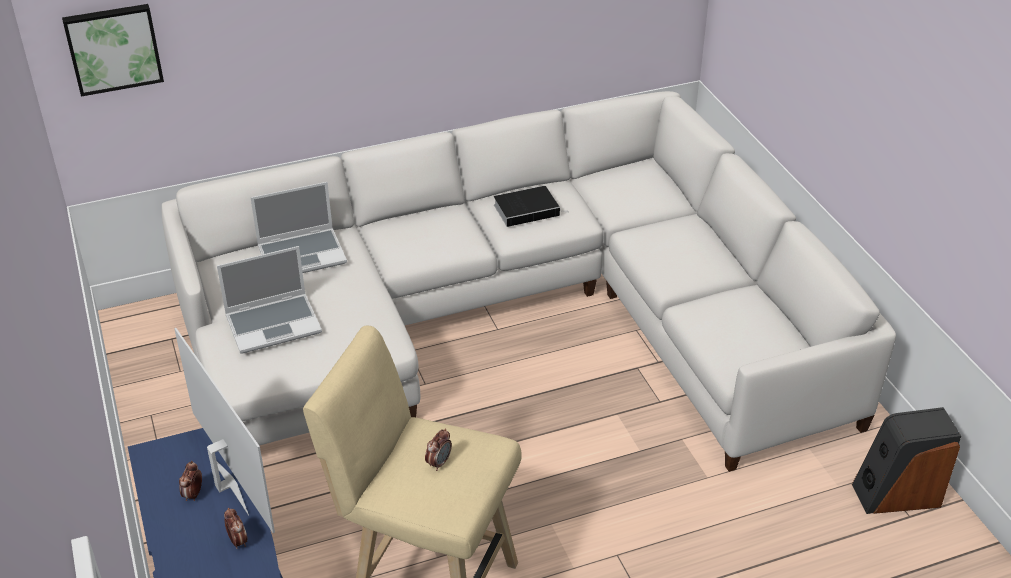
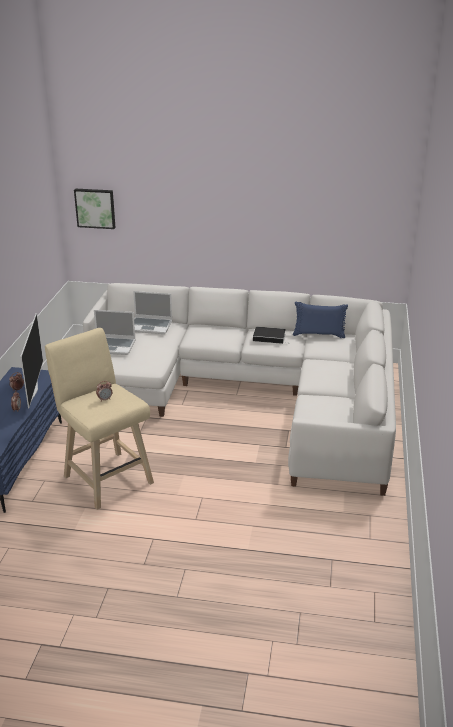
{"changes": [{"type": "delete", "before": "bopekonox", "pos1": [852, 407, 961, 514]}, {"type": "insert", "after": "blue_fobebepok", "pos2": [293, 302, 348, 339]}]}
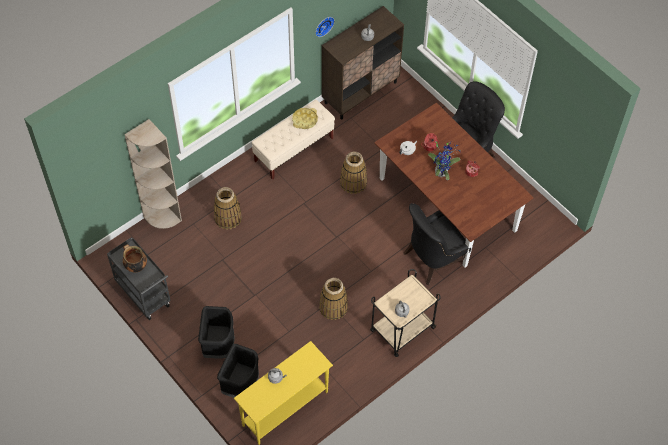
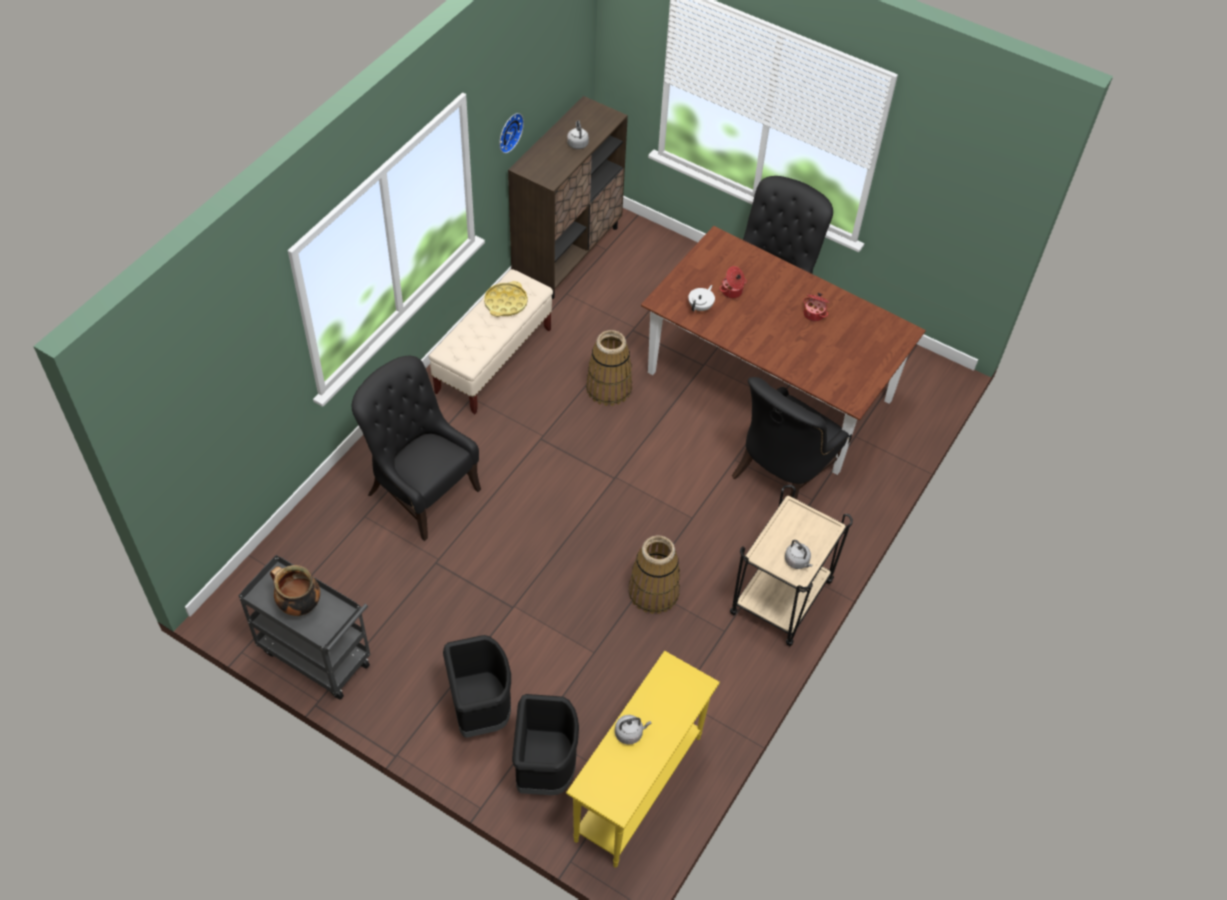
{"changes": [{"type": "delete", "before": "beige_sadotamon", "pos1": [124, 119, 182, 229]}, {"type": "replace", "before": "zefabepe", "after": "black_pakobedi", "pos1": [214, 187, 242, 230], "pos2": [352, 356, 481, 541]}, {"type": "delete", "before": "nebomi", "pos1": [428, 140, 461, 180]}]}
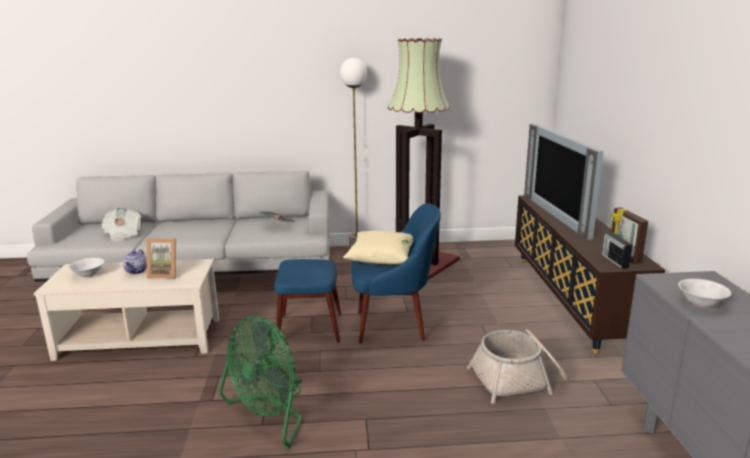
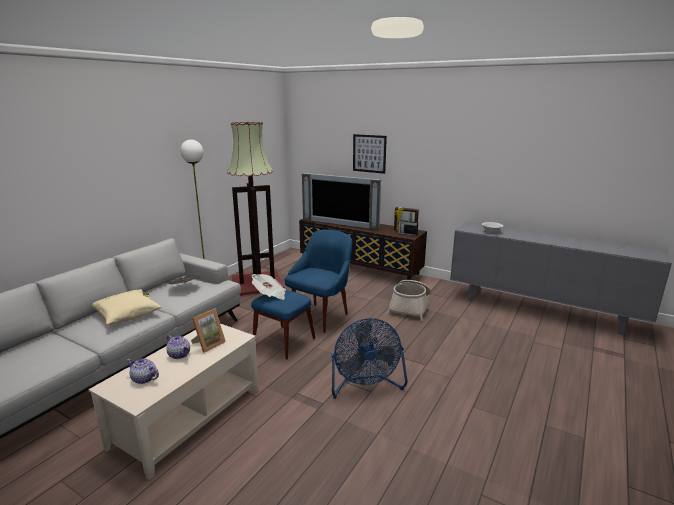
{"changes": [{"type": "replace", "before": "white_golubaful", "after": "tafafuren", "pos1": [68, 258, 104, 278], "pos2": [127, 358, 159, 384]}, {"type": "move", "before": "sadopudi", "pos1": [101, 207, 141, 241], "pos2": [252, 274, 286, 300]}, {"type": "recolor", "before": "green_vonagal", "after": "blue_vonagal", "pos1": [219, 316, 302, 449], "pos2": [331, 318, 408, 399]}, {"type": "move", "before": "beige_fobebepok", "pos1": [343, 231, 413, 265], "pos2": [92, 289, 162, 325]}, {"type": "insert", "after": "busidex", "pos2": [353, 134, 387, 174]}]}
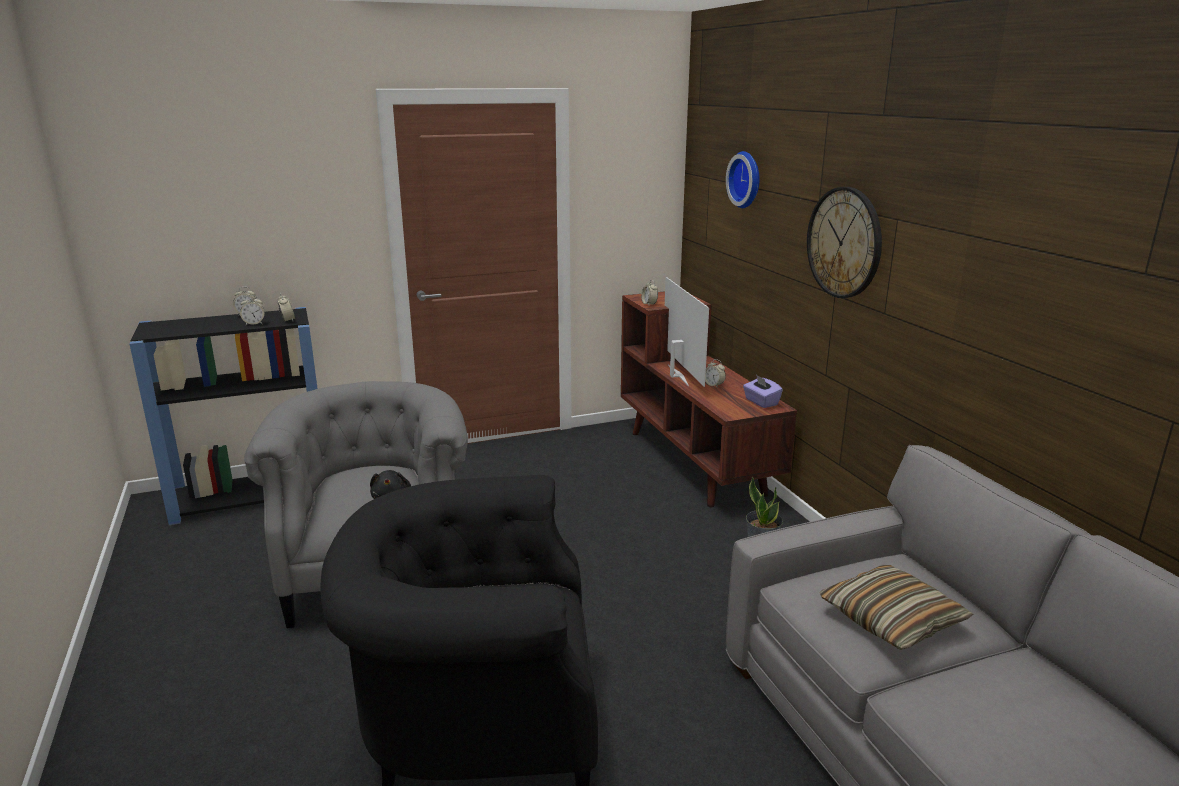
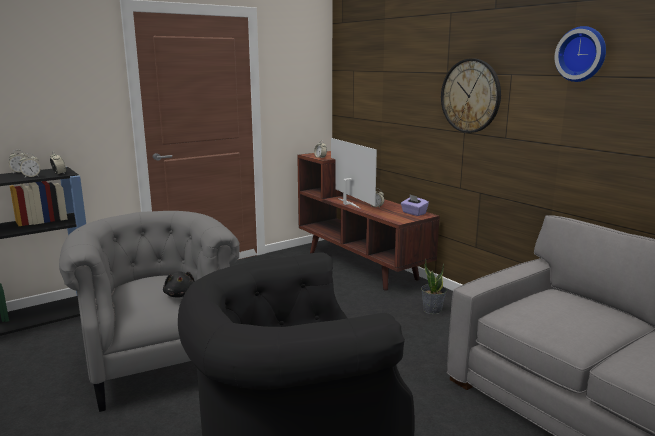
{"changes": [{"type": "move", "before": "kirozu", "pos1": [726, 151, 759, 208], "pos2": [555, 26, 606, 82]}, {"type": "delete", "before": "fobebepok", "pos1": [819, 565, 973, 650]}]}
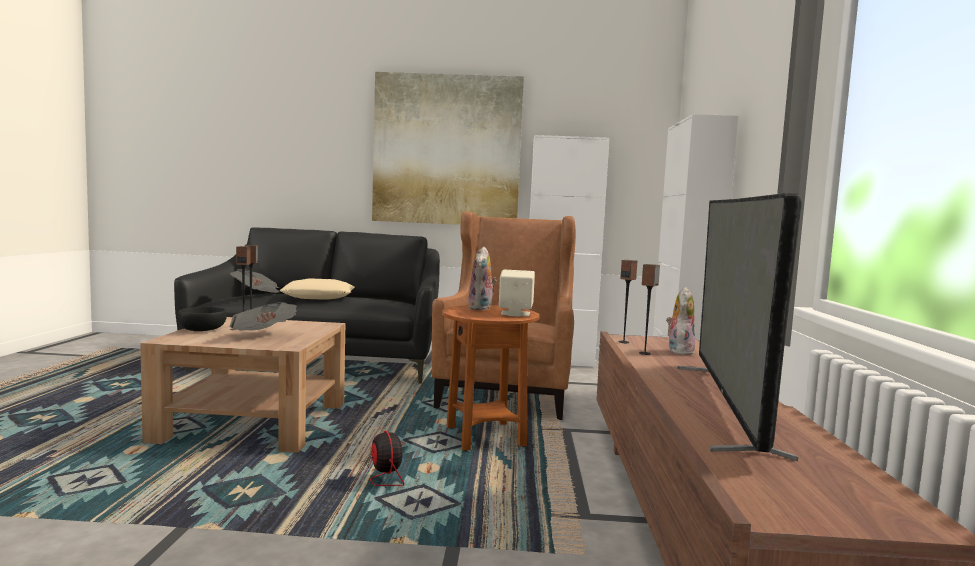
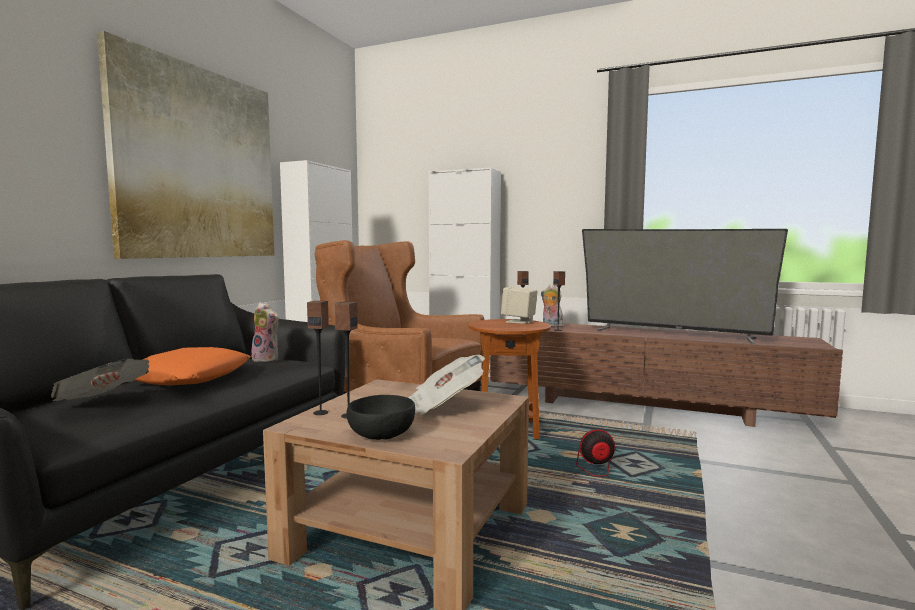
{"changes": [{"type": "recolor", "before": "beige_fobebepok", "after": "orange_fobebepok", "pos1": [280, 278, 355, 300], "pos2": [135, 347, 250, 385]}, {"type": "move", "before": "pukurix", "pos1": [468, 247, 497, 310], "pos2": [250, 302, 280, 362]}]}
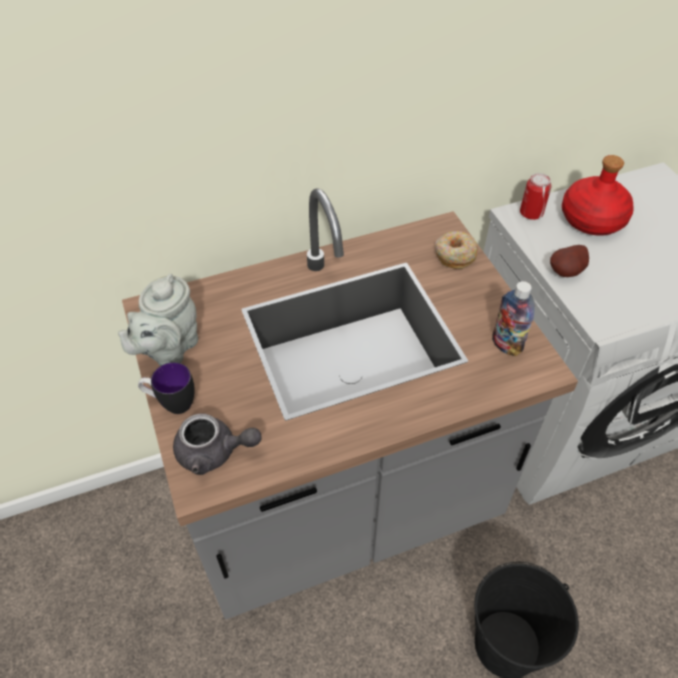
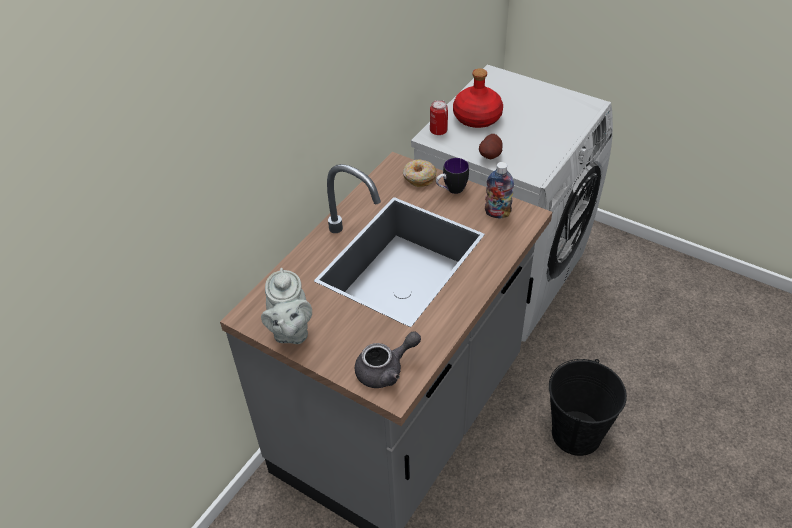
{"changes": [{"type": "move", "before": "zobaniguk", "pos1": [138, 362, 195, 414], "pos2": [436, 158, 469, 194]}]}
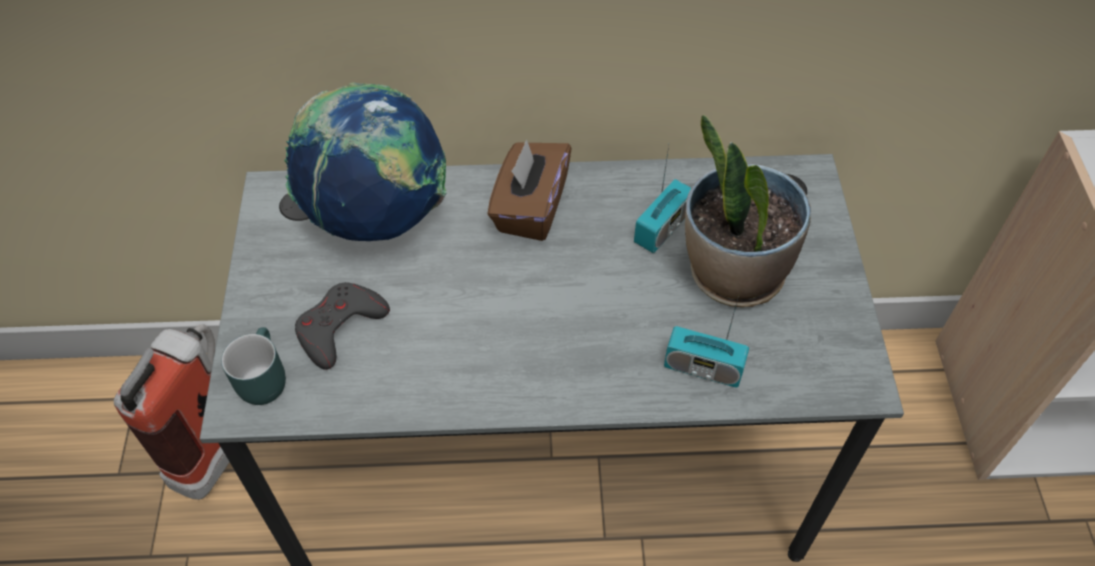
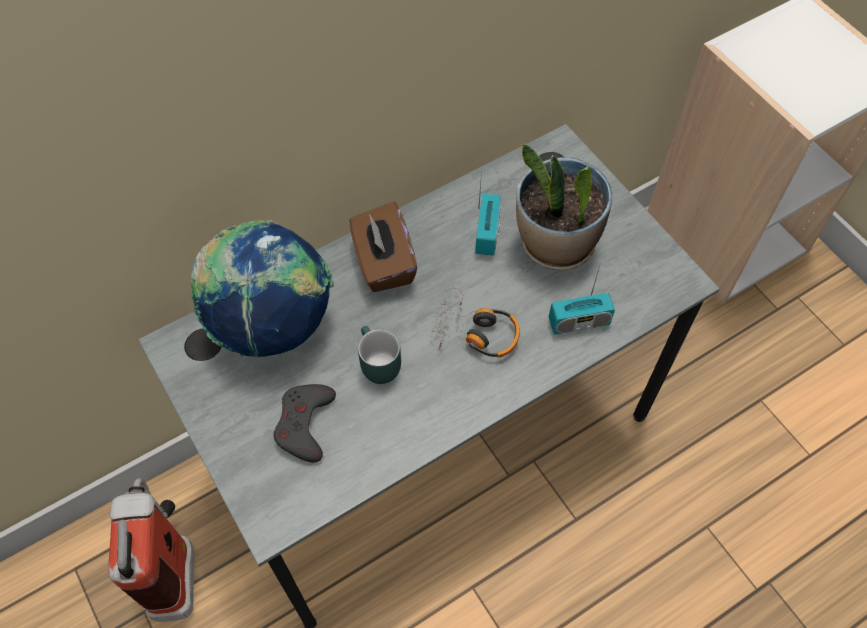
{"changes": [{"type": "move", "before": "turquoise_zobaniguk", "pos1": [221, 327, 286, 405], "pos2": [358, 326, 401, 384]}, {"type": "insert", "after": "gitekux", "pos2": [431, 287, 520, 358]}]}
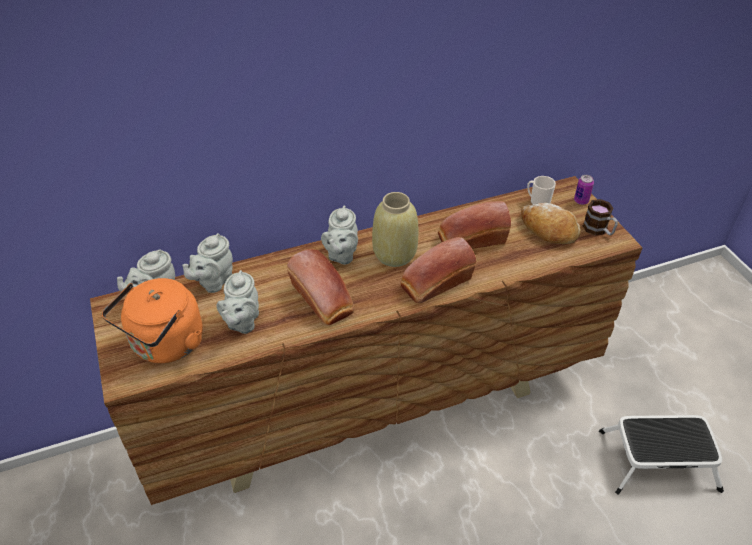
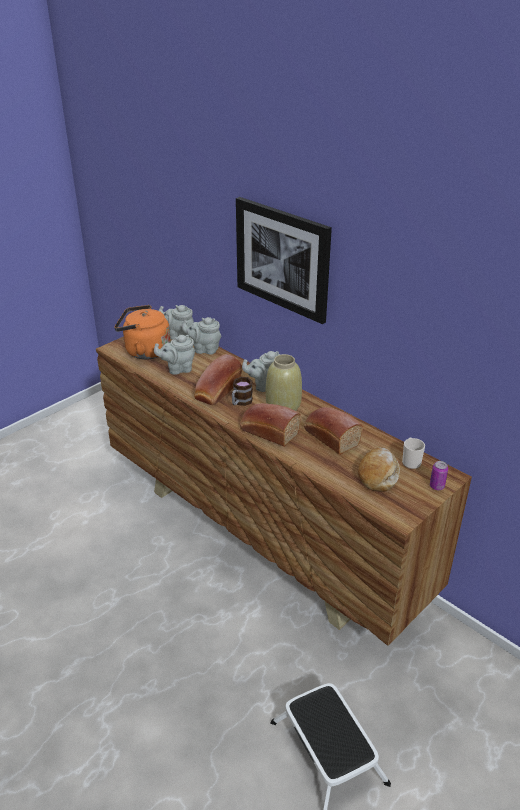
{"changes": [{"type": "move", "before": "zobaniguk", "pos1": [583, 199, 618, 236], "pos2": [232, 377, 253, 406]}, {"type": "insert", "after": "busidex", "pos2": [236, 197, 332, 324]}]}
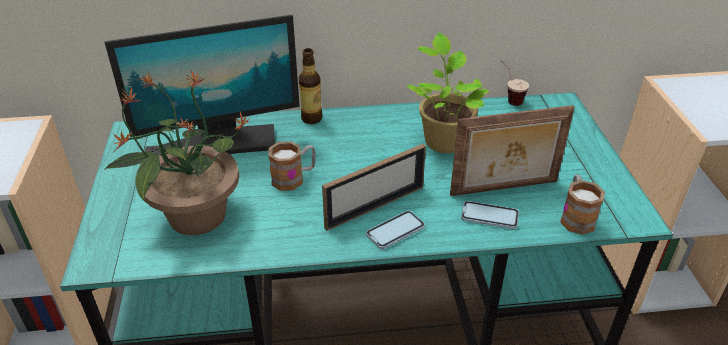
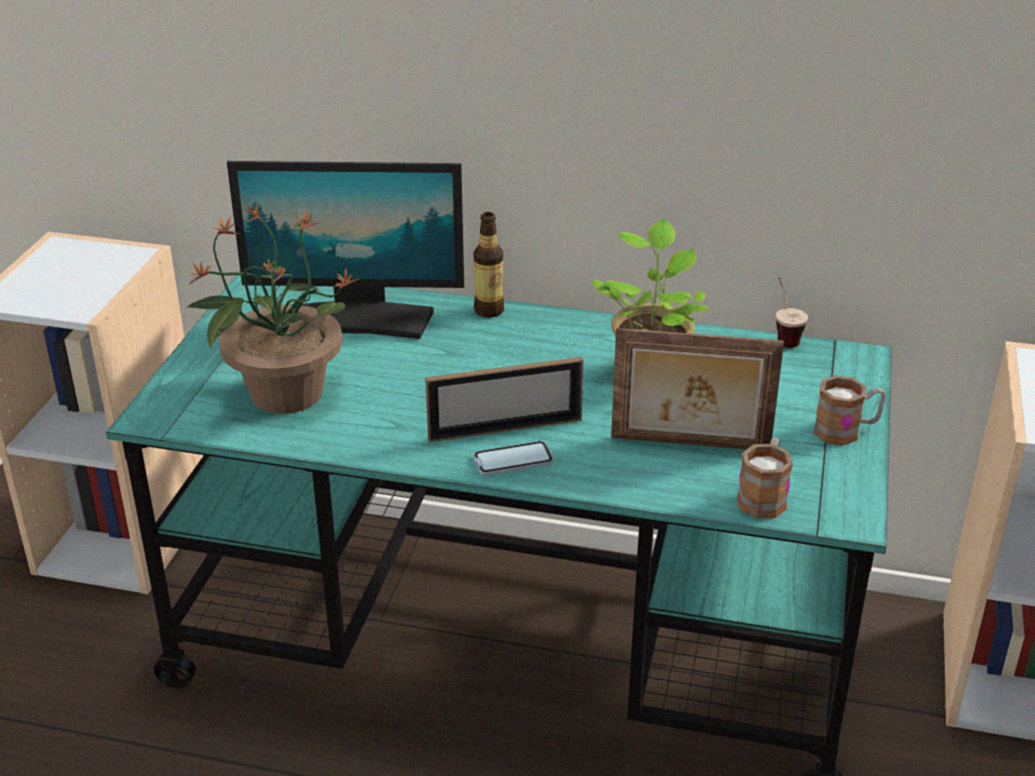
{"changes": [{"type": "move", "before": "zobaniguk", "pos1": [268, 141, 316, 191], "pos2": [813, 375, 886, 446]}, {"type": "delete", "before": "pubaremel", "pos1": [461, 201, 519, 229]}]}
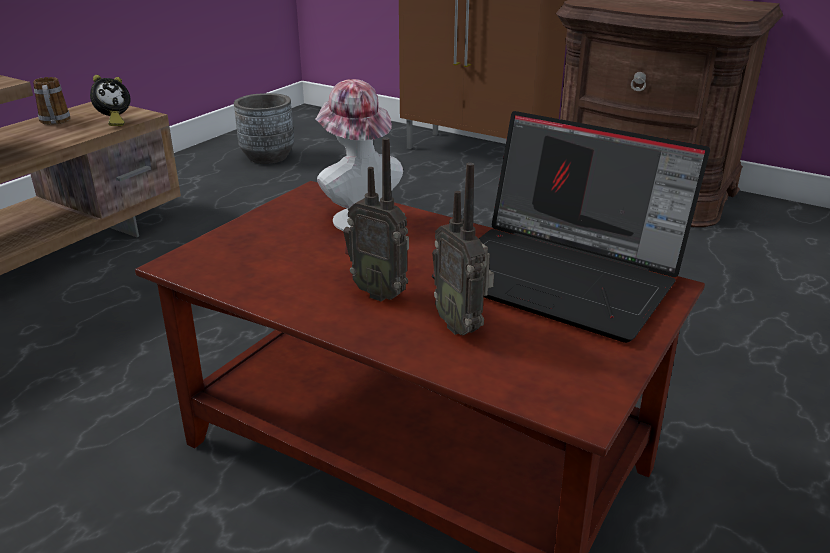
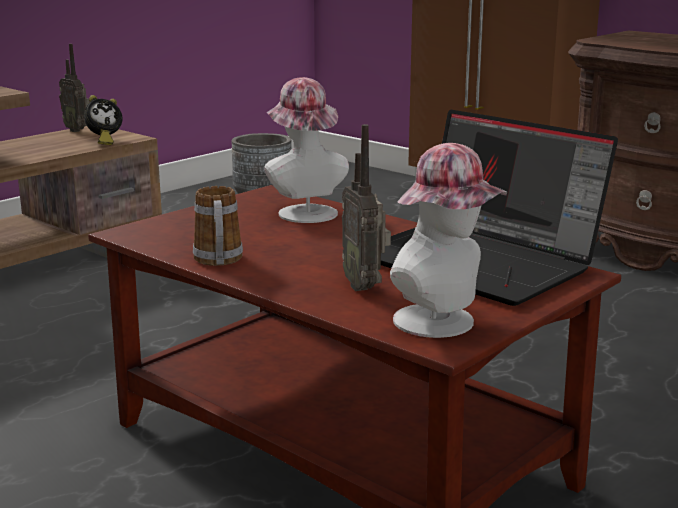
{"changes": [{"type": "move", "before": "zobaniguk", "pos1": [33, 77, 70, 125], "pos2": [193, 186, 243, 266]}, {"type": "move", "before": "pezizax", "pos1": [343, 137, 409, 302], "pos2": [59, 44, 90, 132]}, {"type": "insert", "after": "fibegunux", "pos2": [390, 143, 507, 338]}]}
